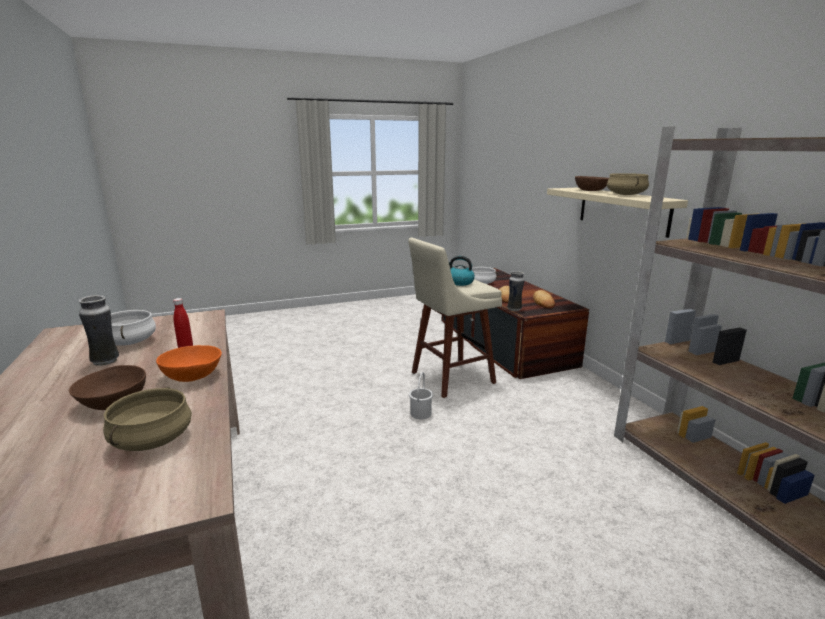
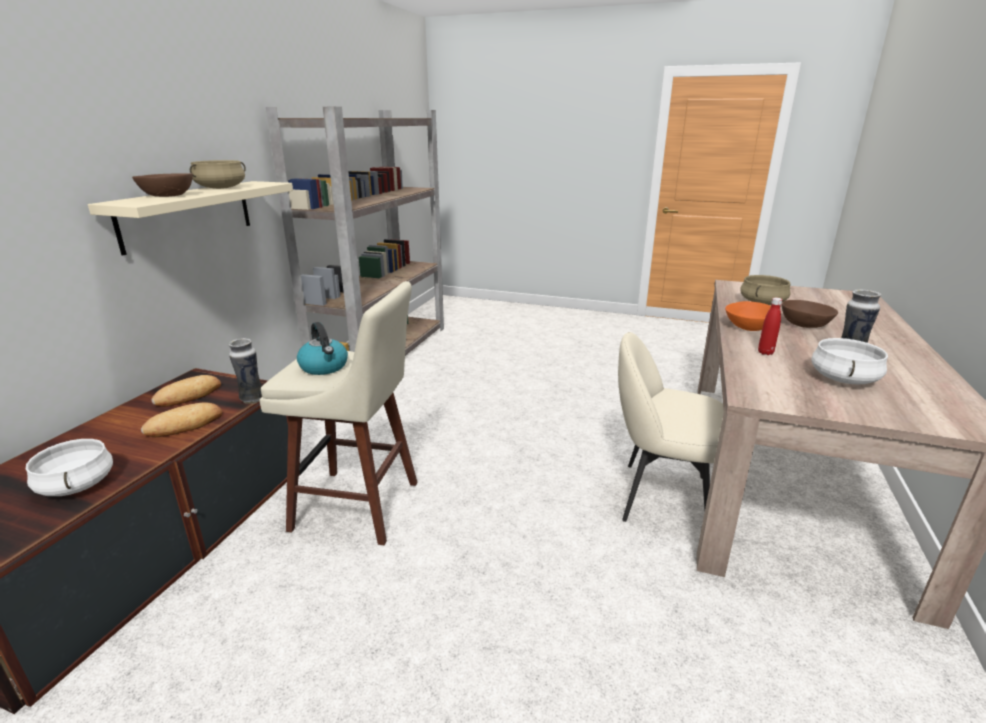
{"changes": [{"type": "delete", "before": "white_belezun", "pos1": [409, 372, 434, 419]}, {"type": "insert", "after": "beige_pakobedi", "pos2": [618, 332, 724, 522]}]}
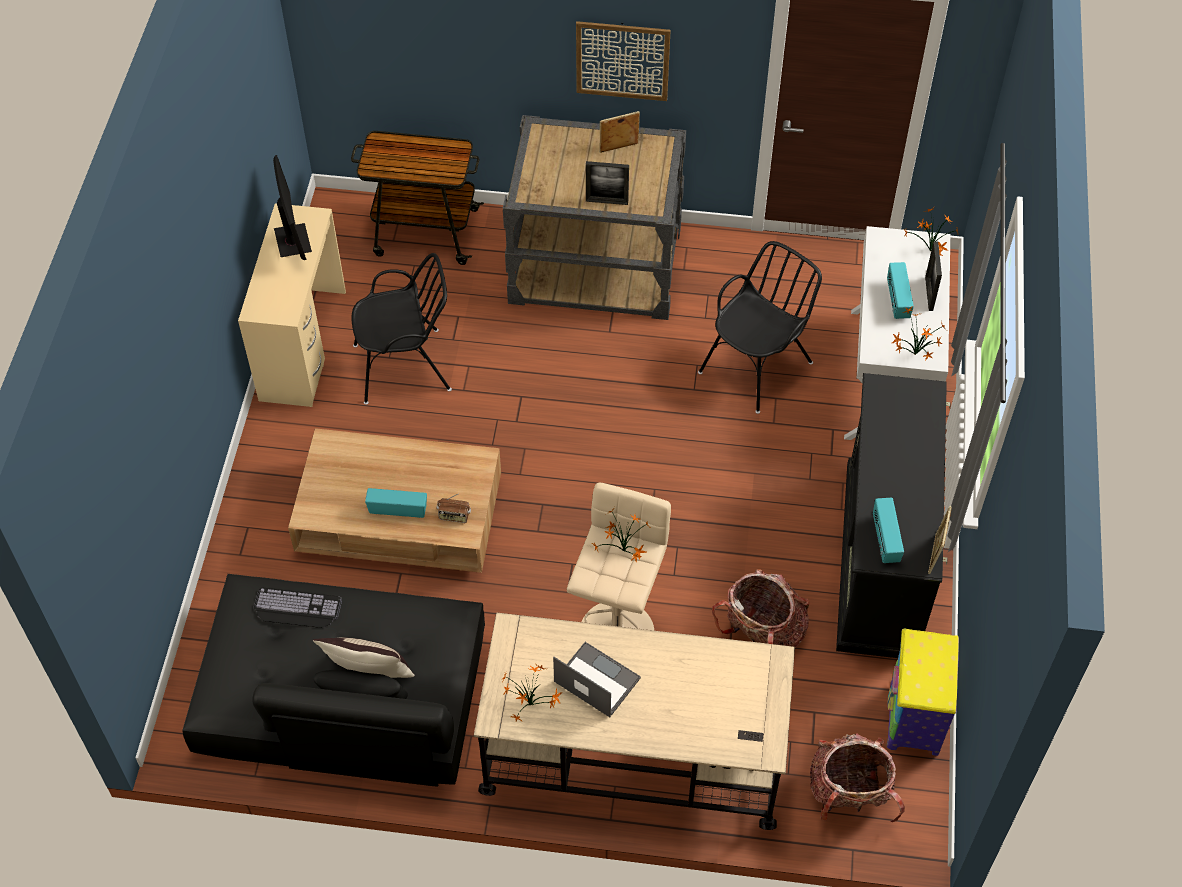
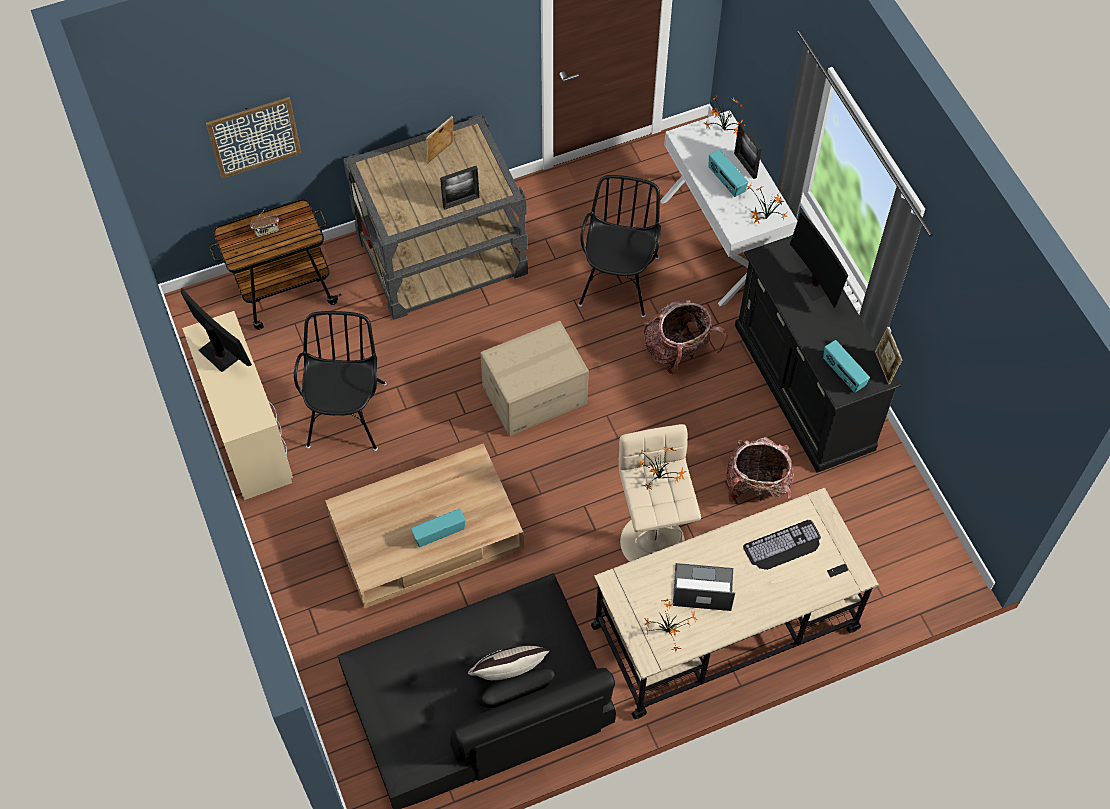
{"changes": [{"type": "move", "before": "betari", "pos1": [254, 588, 342, 628], "pos2": [743, 520, 821, 570]}, {"type": "rotate", "before": "black_pakobedi", "pos1": [352, 253, 452, 405], "pos2": [294, 311, 387, 451], "turn": -45}, {"type": "move", "before": "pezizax", "pos1": [437, 493, 471, 523], "pos2": [250, 208, 279, 237]}, {"type": "move", "before": "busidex", "pos1": [576, 21, 671, 101], "pos2": [206, 97, 301, 179]}, {"type": "move", "before": "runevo", "pos1": [810, 733, 905, 822], "pos2": [644, 300, 728, 375]}, {"type": "delete", "before": "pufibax", "pos1": [887, 628, 959, 756]}, {"type": "insert", "after": "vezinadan", "pos2": [480, 321, 589, 436]}, {"type": "insert", "after": "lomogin", "pos2": [790, 212, 848, 308]}]}
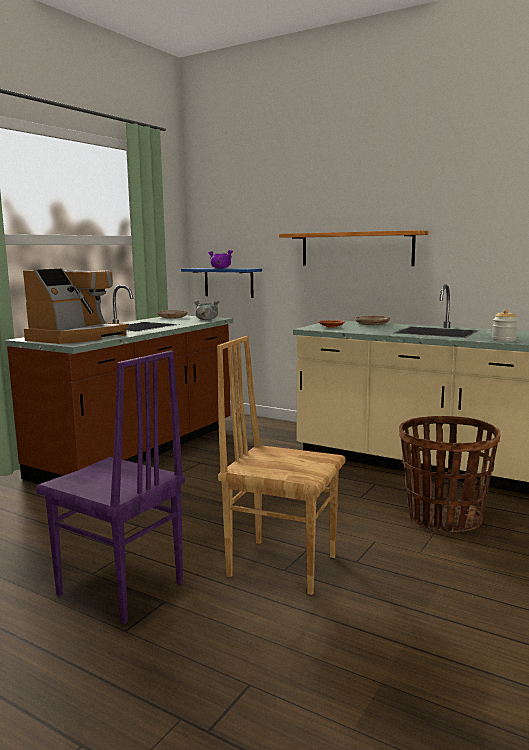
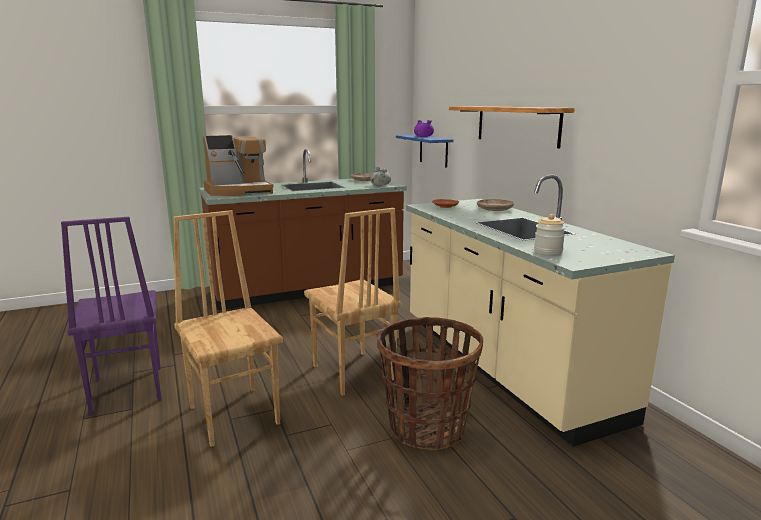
{"changes": [{"type": "insert", "after": "brown_pakobedi", "pos2": [304, 208, 401, 396]}]}
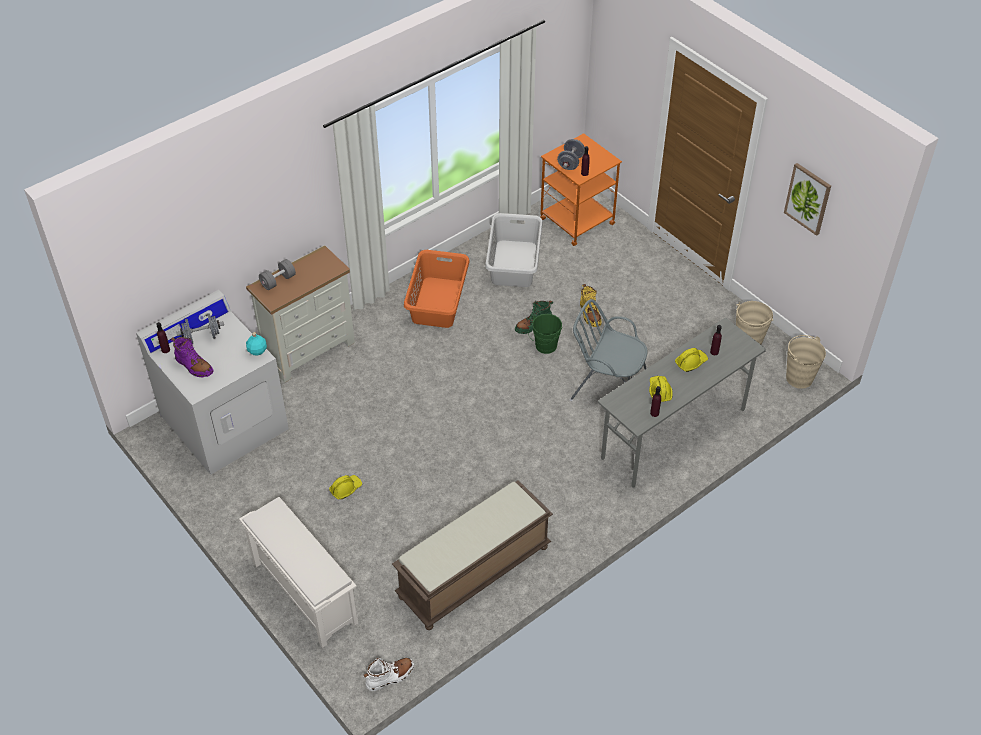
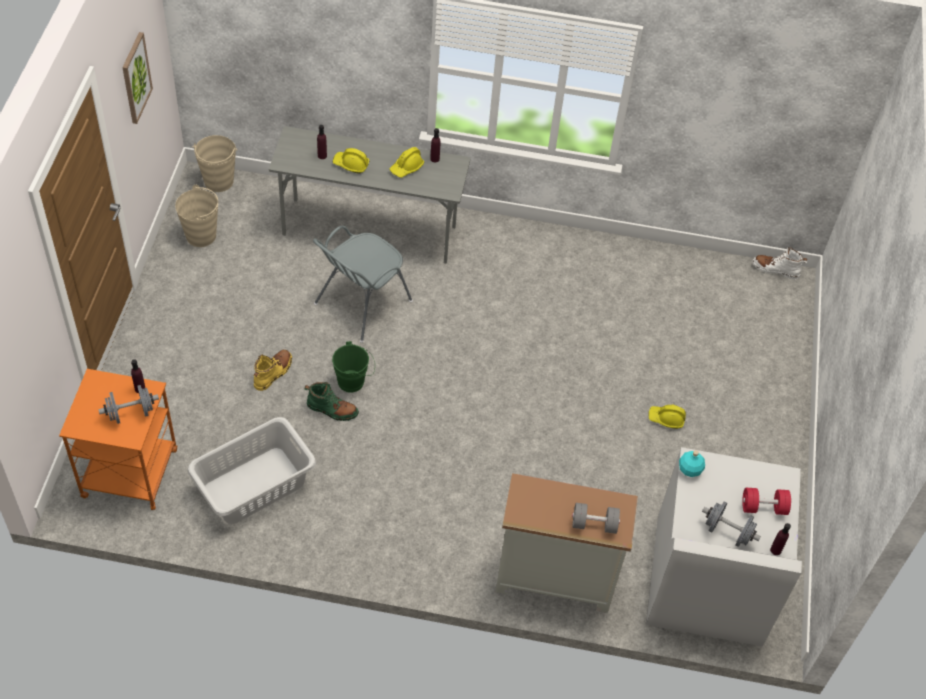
{"changes": [{"type": "replace", "before": "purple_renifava", "after": "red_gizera", "pos1": [171, 337, 214, 378], "pos2": [742, 488, 791, 515]}, {"type": "delete", "before": "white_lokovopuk", "pos1": [239, 497, 358, 648]}, {"type": "delete", "before": "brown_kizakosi", "pos1": [392, 480, 553, 630]}, {"type": "delete", "before": "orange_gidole", "pos1": [404, 250, 470, 328]}, {"type": "rotate", "before": "grey_pakobedi", "pos1": [569, 299, 647, 401], "pos2": [313, 226, 413, 343], "turn": 60}]}
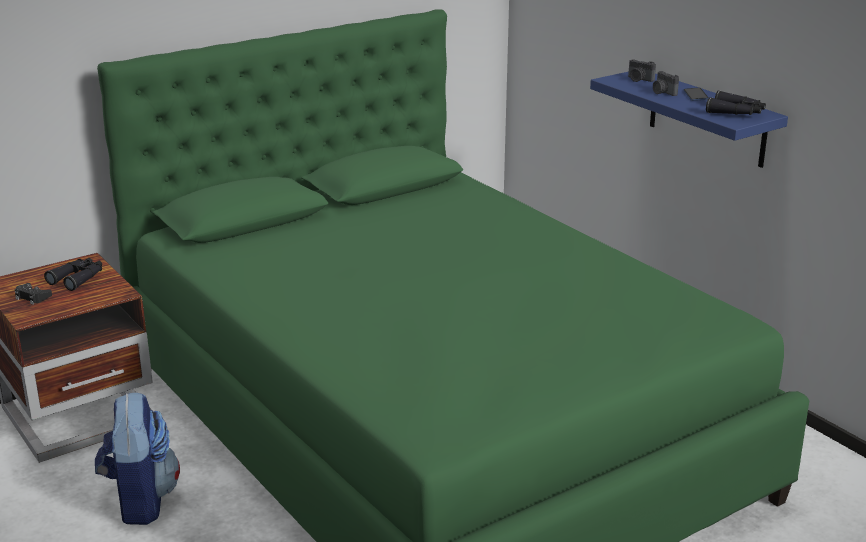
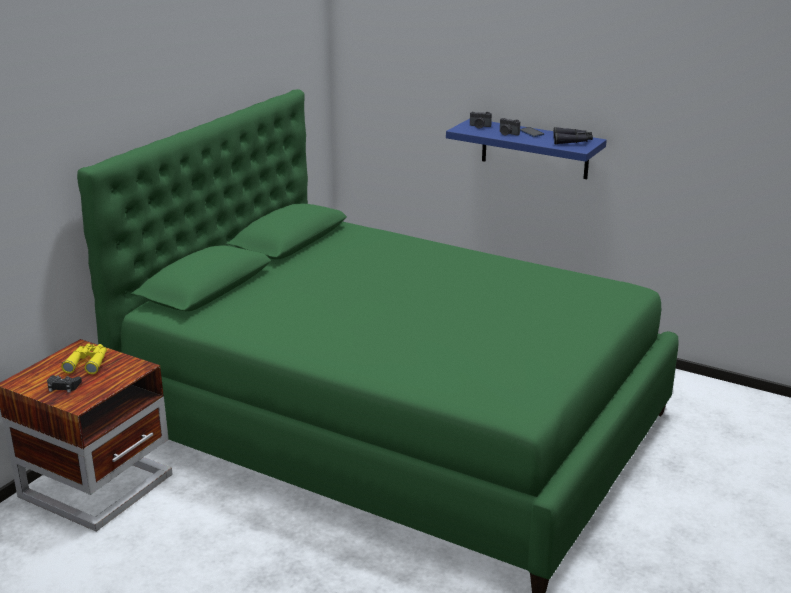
{"changes": [{"type": "recolor", "before": "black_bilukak", "after": "yellow_bilukak", "pos1": [44, 258, 102, 291], "pos2": [61, 343, 107, 374]}, {"type": "delete", "before": "runevo", "pos1": [95, 393, 180, 525]}]}
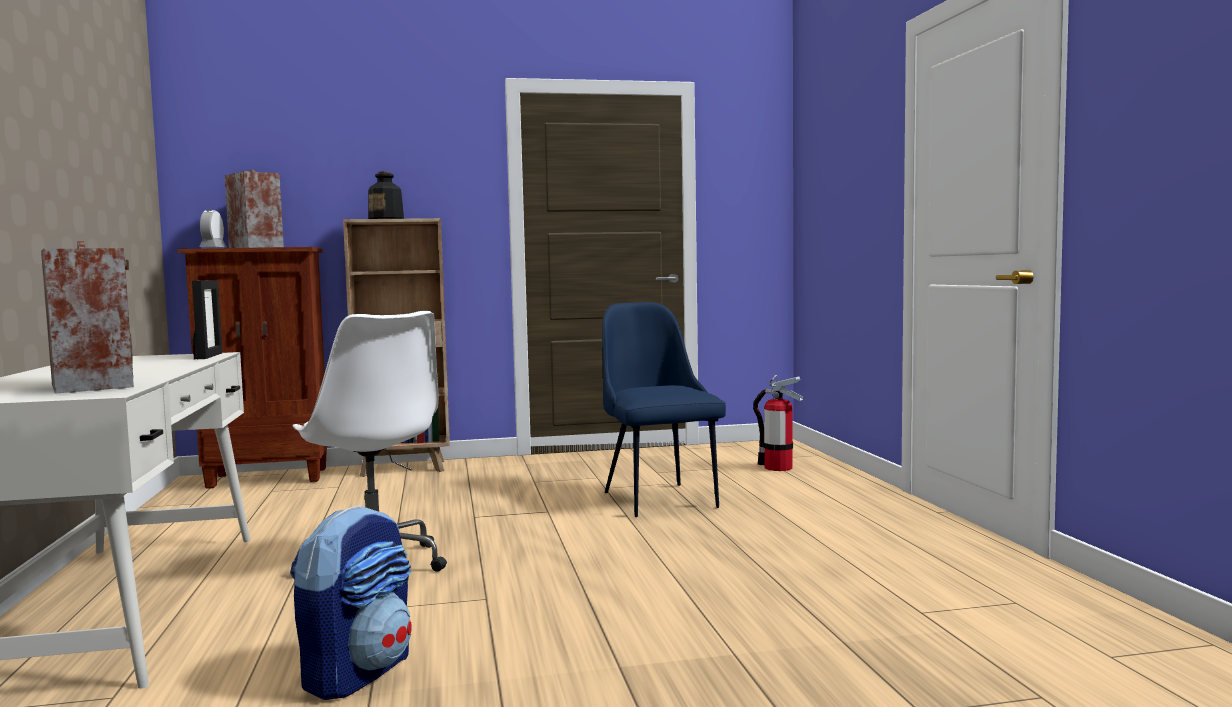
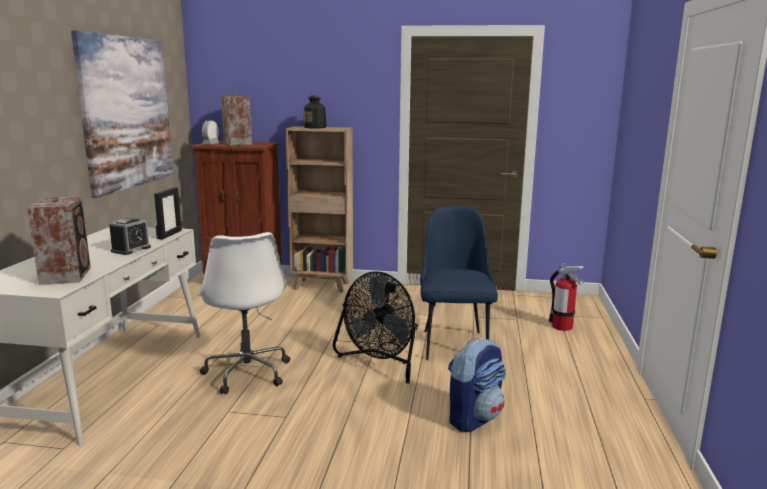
{"changes": [{"type": "move", "before": "runevo", "pos1": [290, 505, 412, 700], "pos2": [448, 338, 506, 432]}, {"type": "insert", "after": "busidex", "pos2": [71, 31, 173, 198]}, {"type": "insert", "after": "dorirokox", "pos2": [109, 218, 151, 255]}, {"type": "insert", "after": "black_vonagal", "pos2": [333, 271, 418, 383]}]}
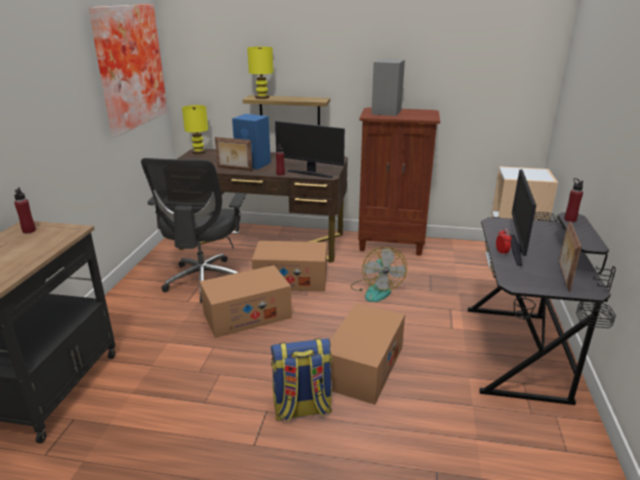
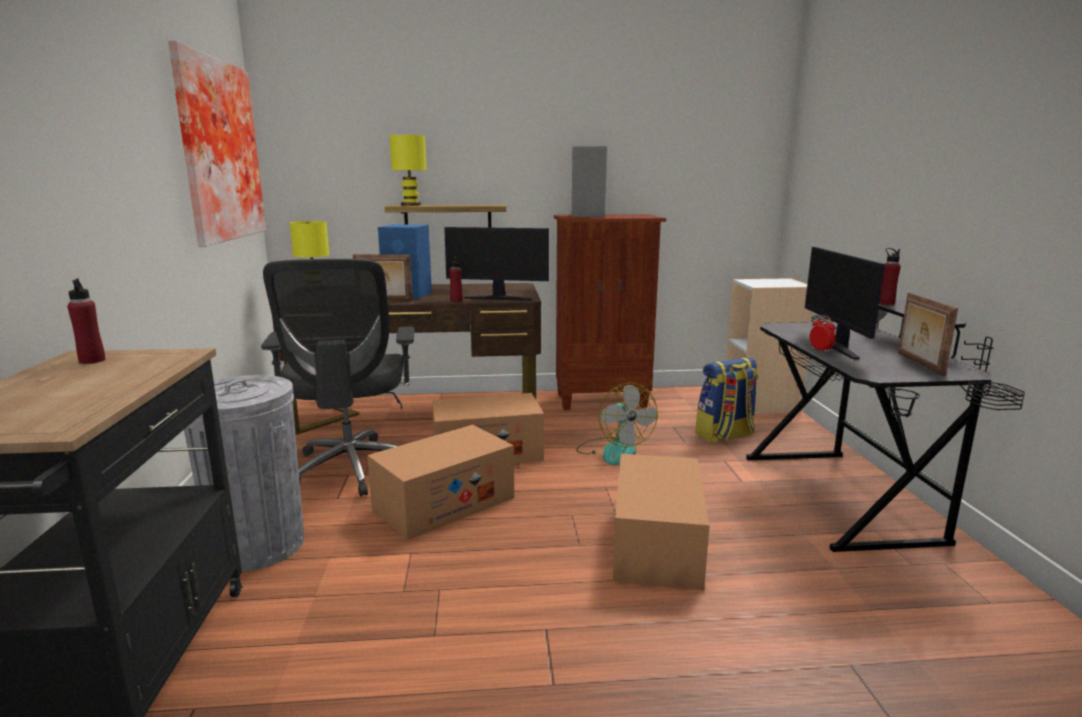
{"changes": [{"type": "move", "before": "runevo", "pos1": [271, 338, 333, 422], "pos2": [696, 357, 759, 443]}, {"type": "insert", "after": "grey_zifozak", "pos2": [184, 375, 304, 571]}]}
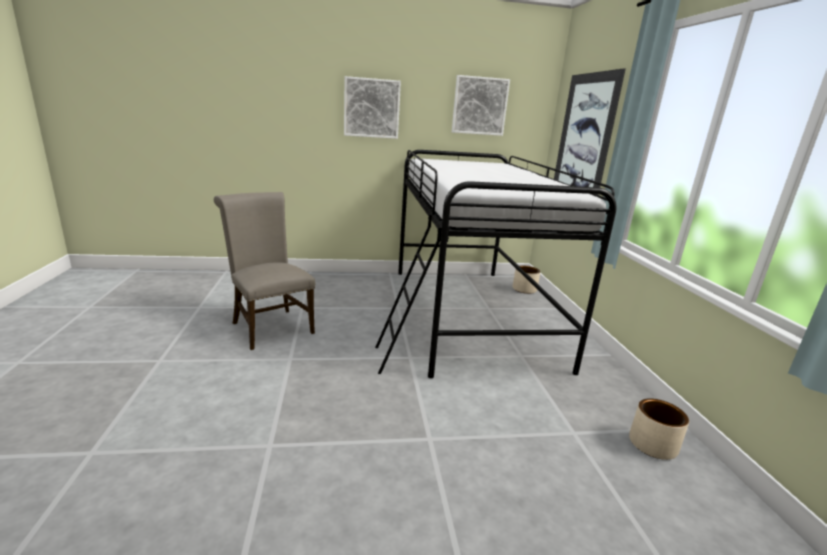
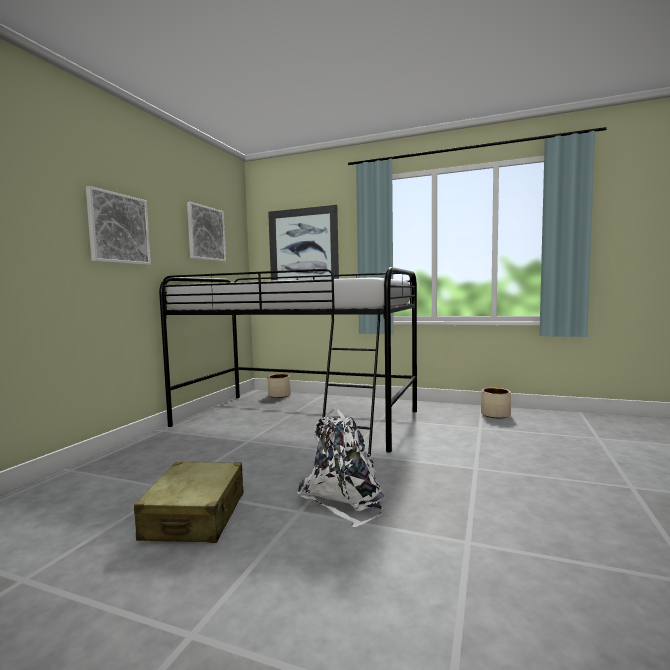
{"changes": [{"type": "replace", "before": "beige_pakobedi", "after": "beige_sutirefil", "pos1": [214, 192, 315, 350], "pos2": [134, 462, 243, 543]}, {"type": "insert", "after": "white_runevo", "pos2": [297, 408, 384, 528]}]}
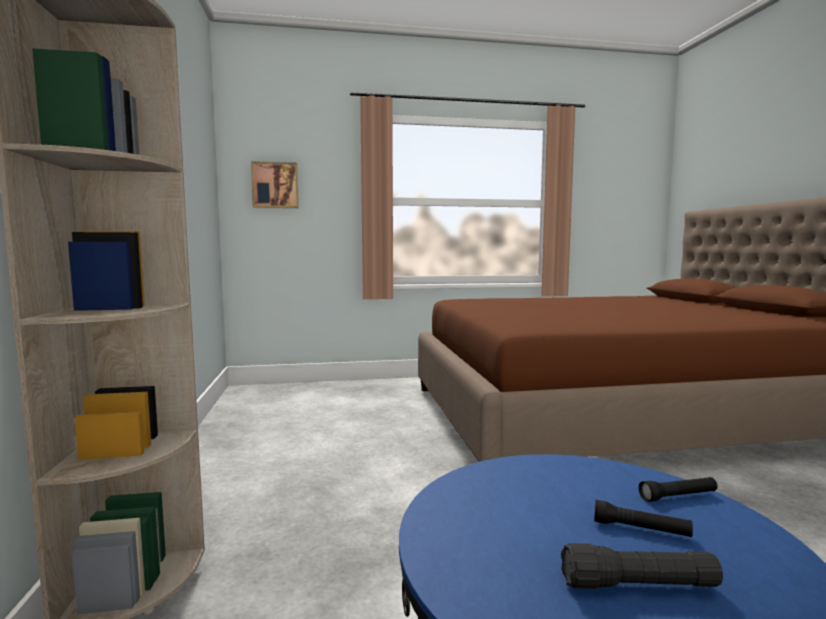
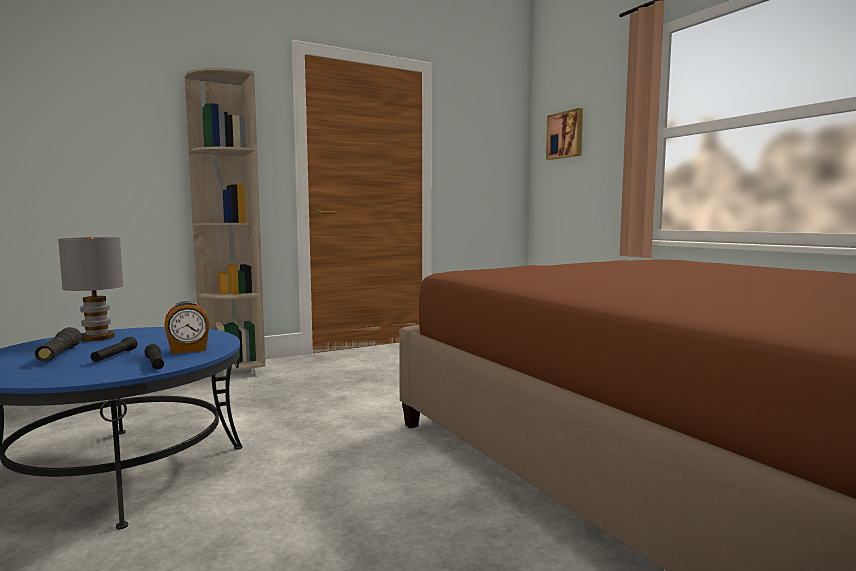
{"changes": [{"type": "insert", "after": "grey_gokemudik", "pos2": [58, 237, 124, 341]}, {"type": "insert", "after": "dorirokox", "pos2": [165, 301, 210, 354]}]}
